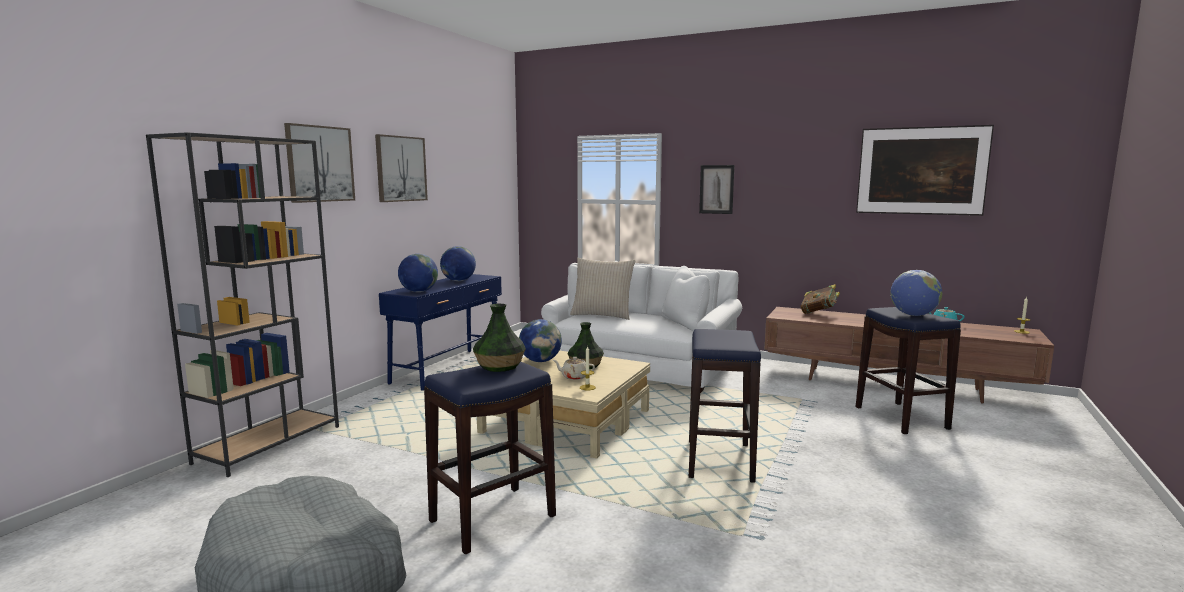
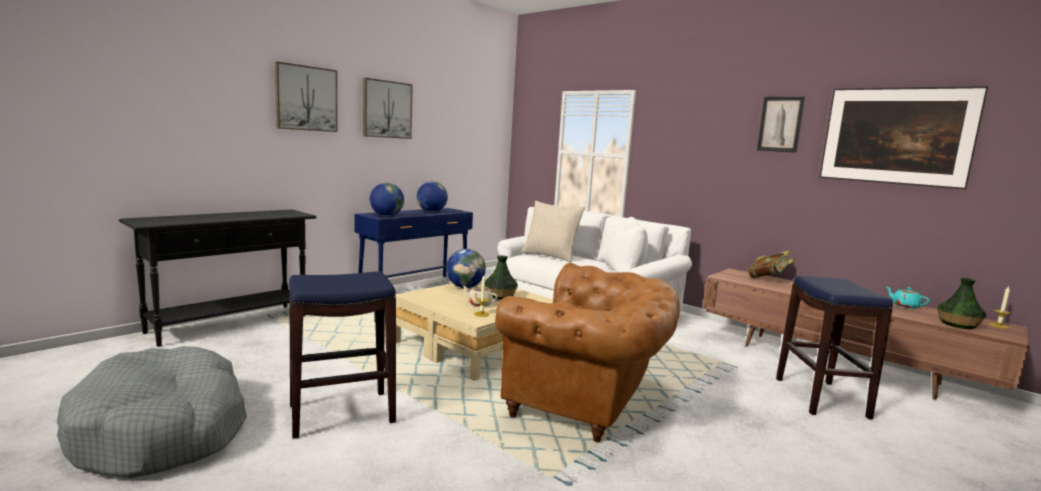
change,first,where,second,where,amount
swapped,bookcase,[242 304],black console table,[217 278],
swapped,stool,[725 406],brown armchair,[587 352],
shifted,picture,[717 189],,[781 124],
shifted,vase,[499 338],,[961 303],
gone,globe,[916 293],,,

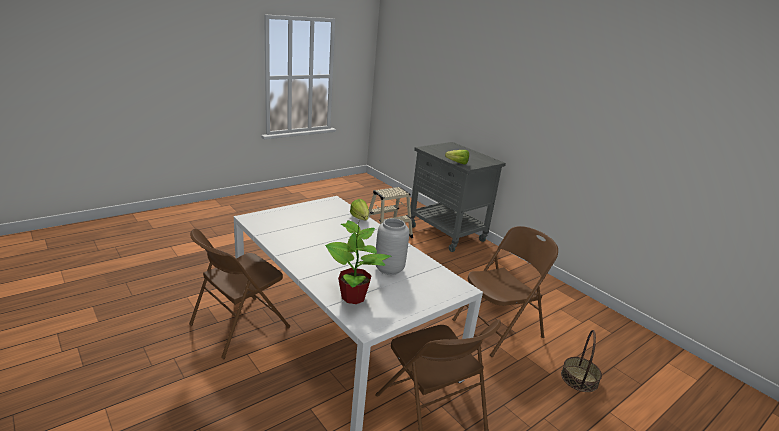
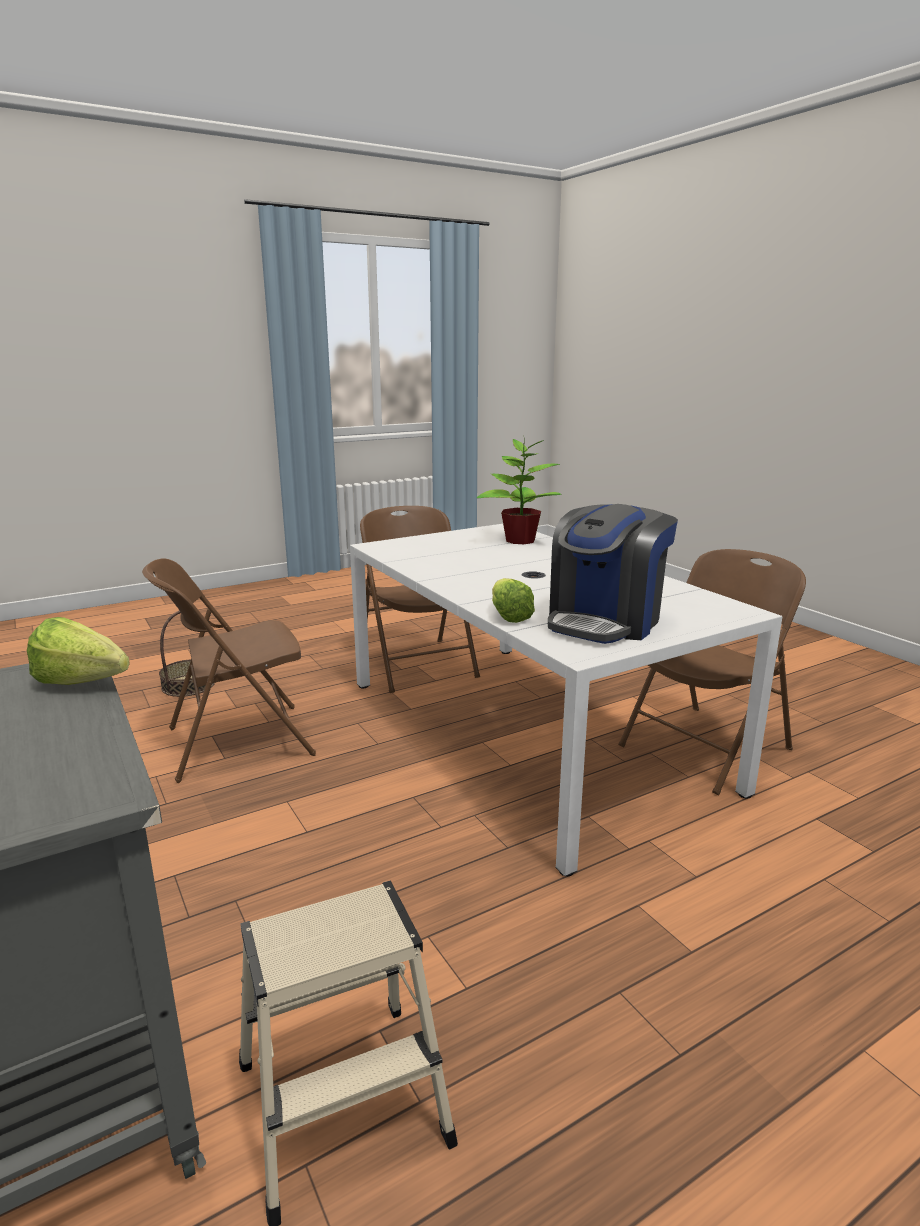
change,first,where,second,where,amount
new,,,coffee machine,[613 574],
gone,grey vase,[392 246],,,

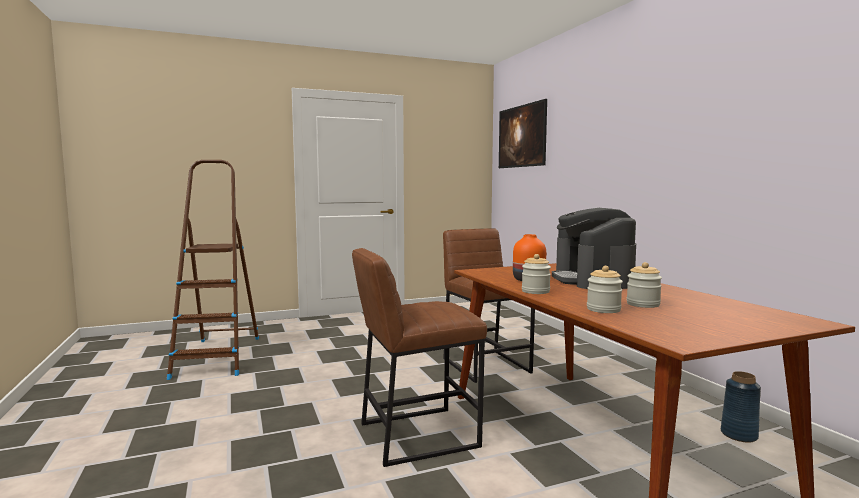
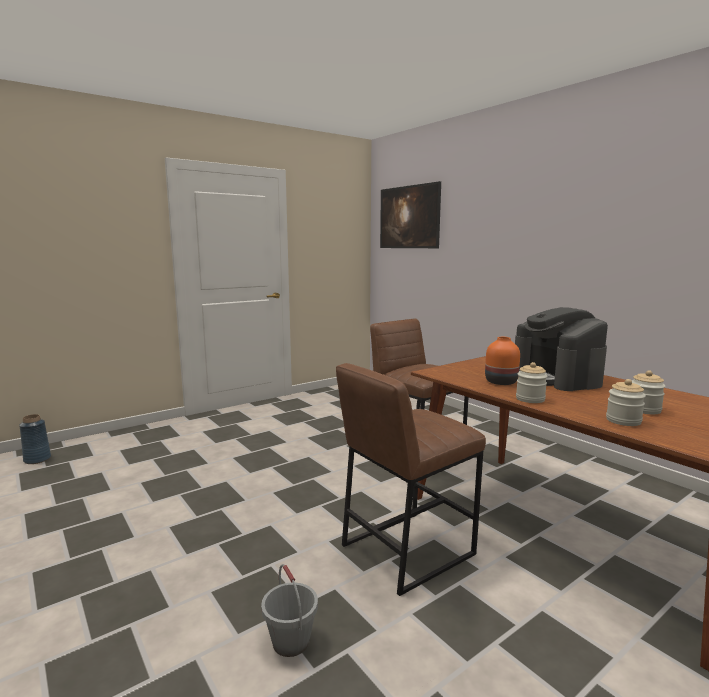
change,first,where,second,where,amount
shifted,blue vase,[741 406],,[35 439],
new,,,grey bucket,[289 610],
gone,brown step ladder,[213 270],,,

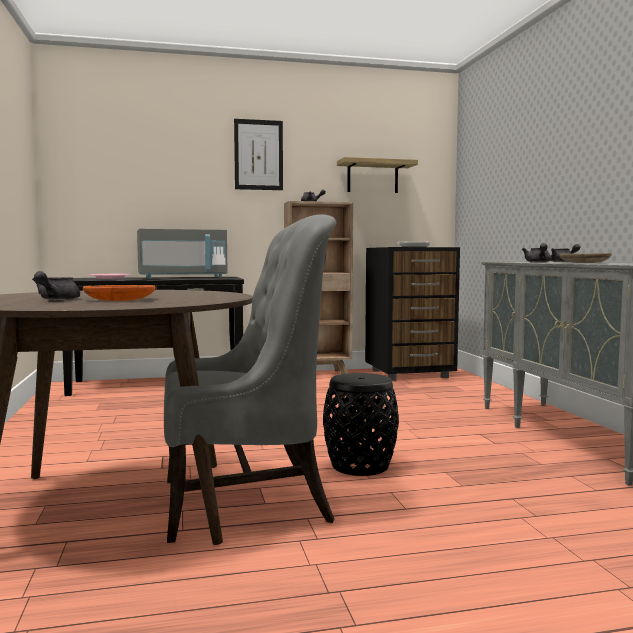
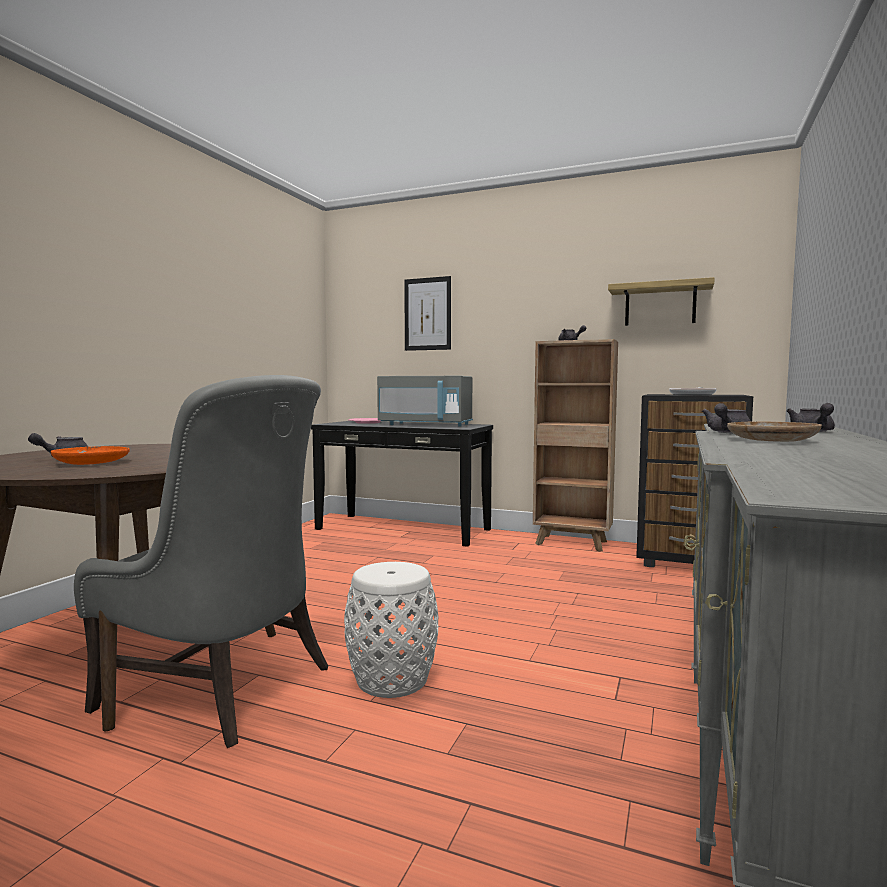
change,first,where,second,where,amount
repainted,black stool,[361 424],white stool,[391 630],
shifted,picture,[258 154],,[427 313],

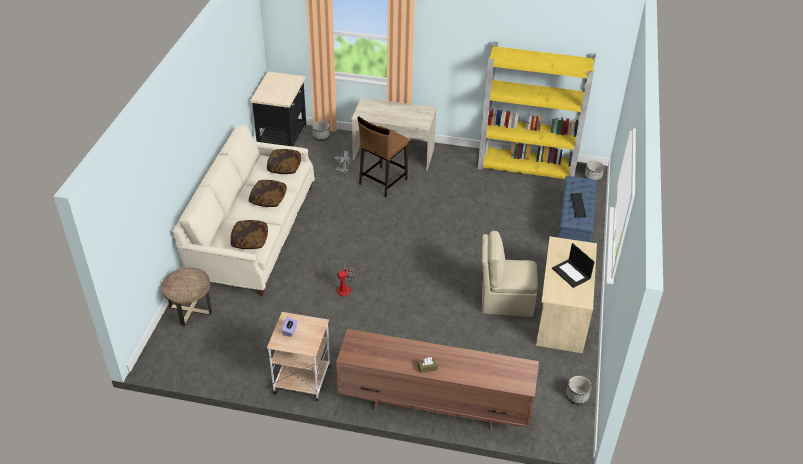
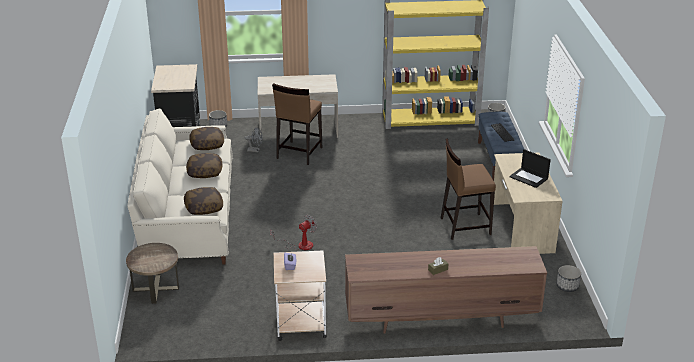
change,first,where,second,where,amount
swapped,beige chair,[510 274],brown stool,[468 189],

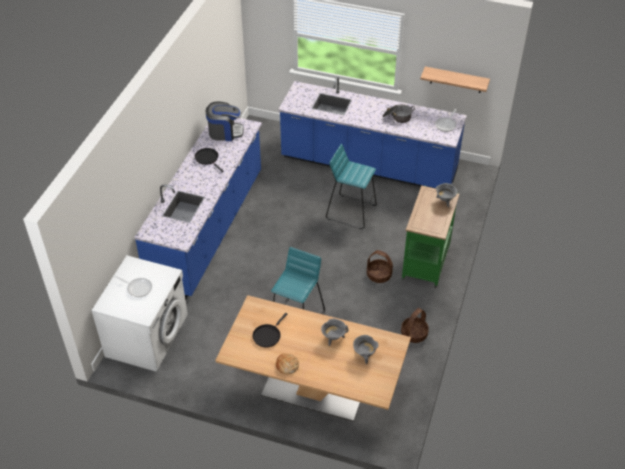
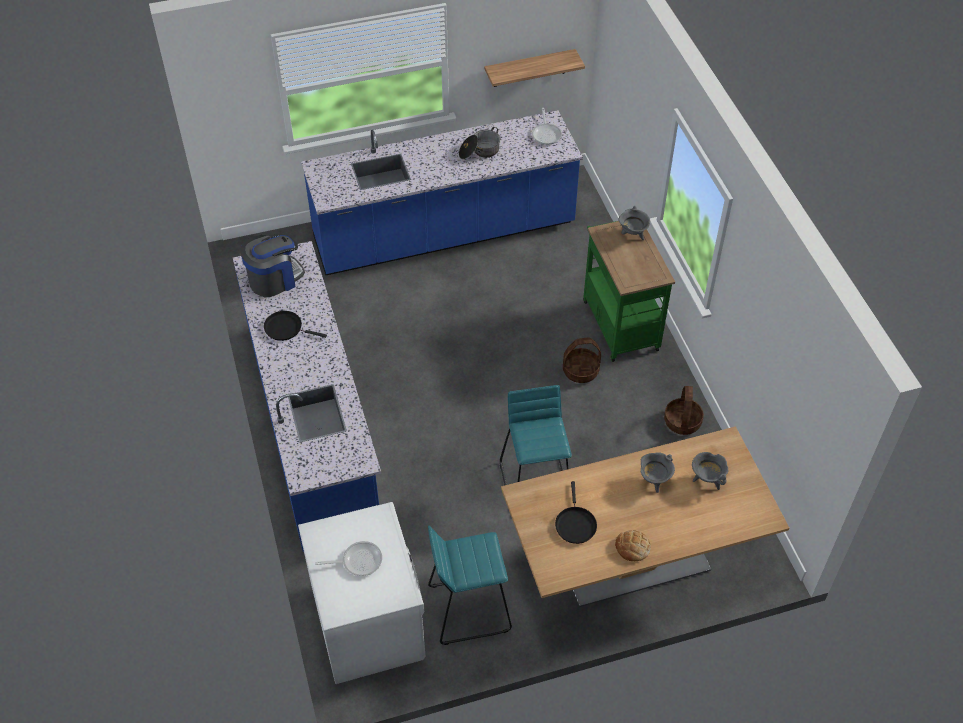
change,first,where,second,where,amount
shifted,turquoise stool,[351 186],,[470 585],

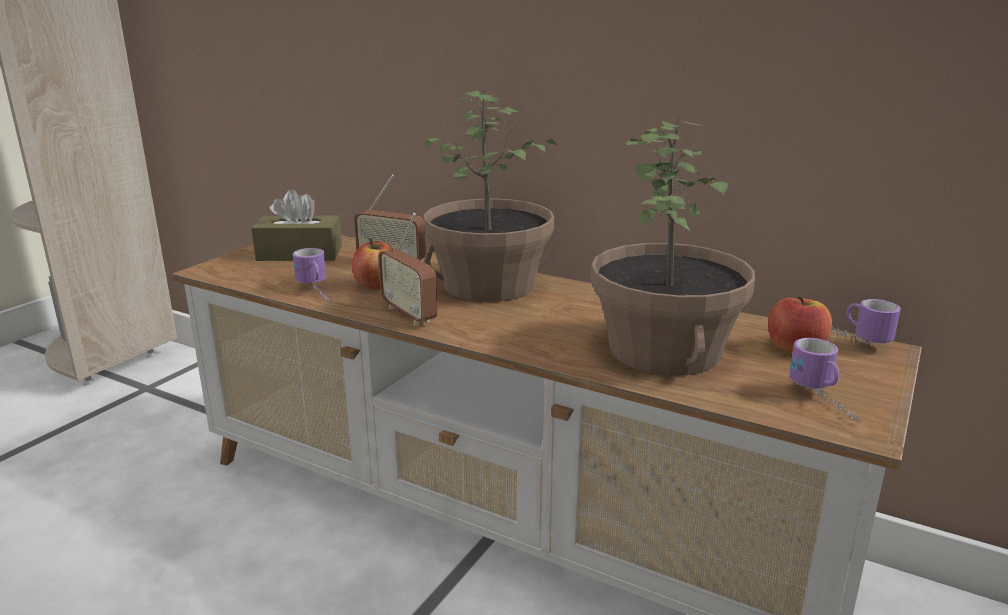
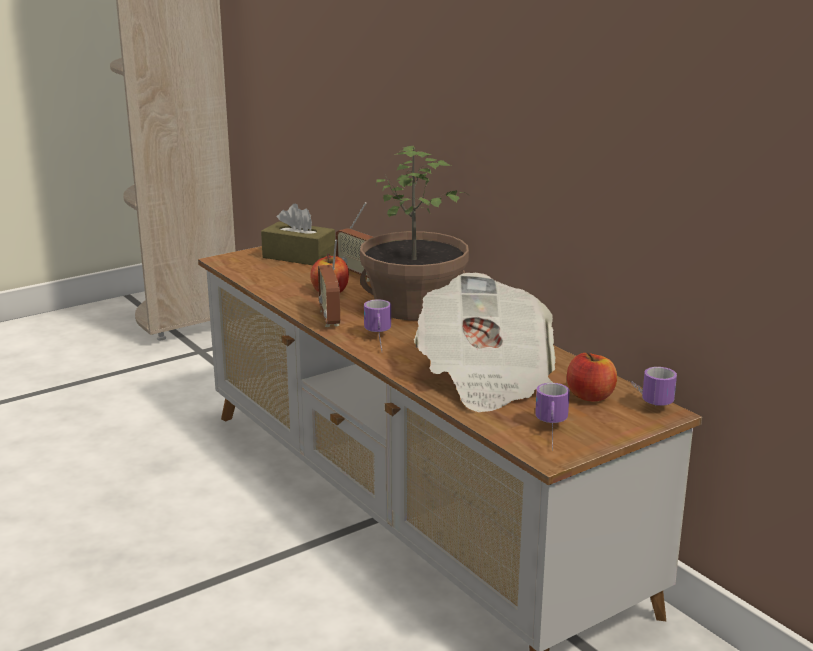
change,first,where,second,where,amount
shifted,mug,[311 275],,[377 324],
swapped,potted plant,[673 246],newspaper,[485 342],

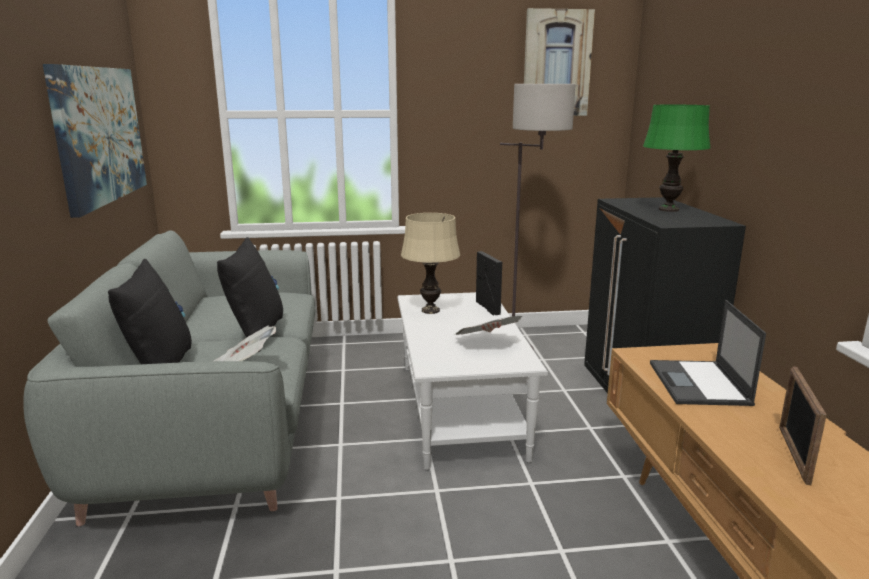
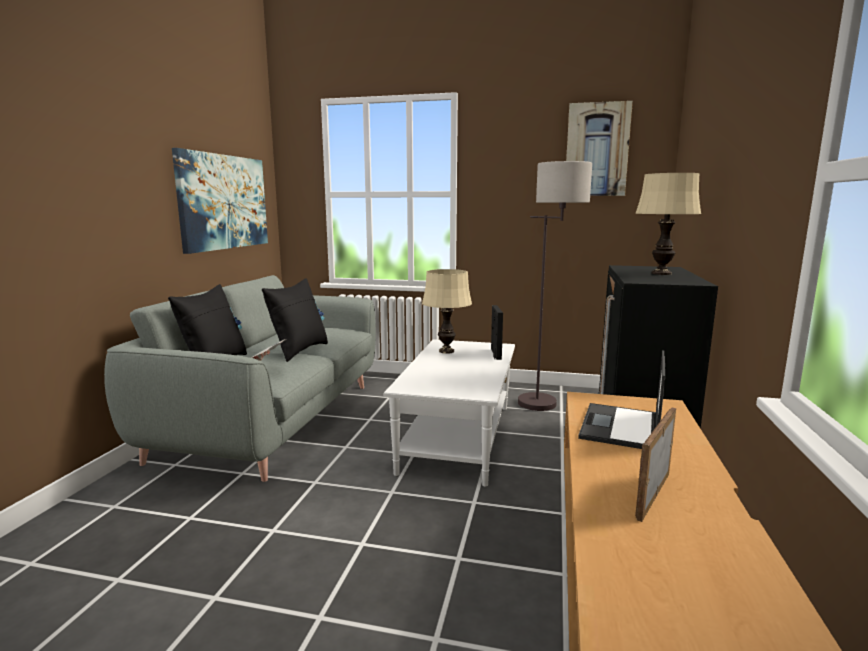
change,first,where,second,where,amount
repainted,green table lamp,[676 158],beige table lamp,[668 224],
gone,newspaper,[489 325],,,

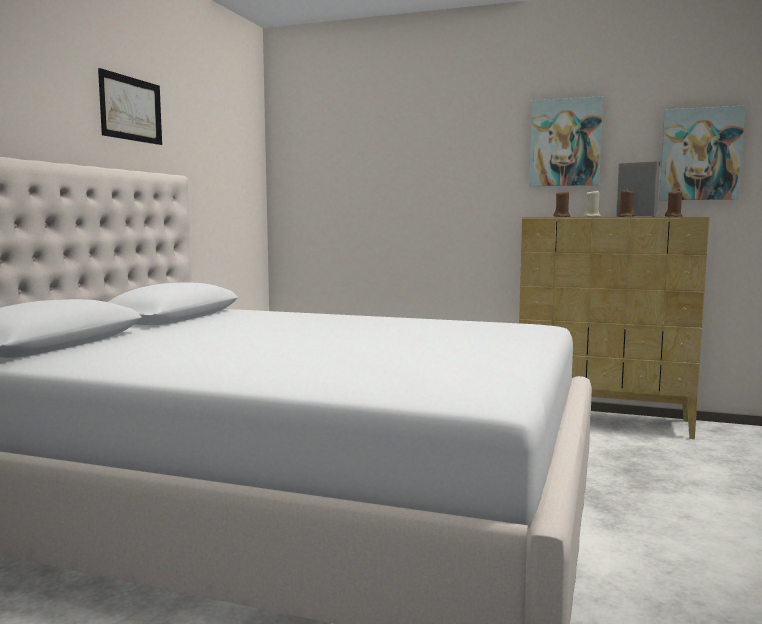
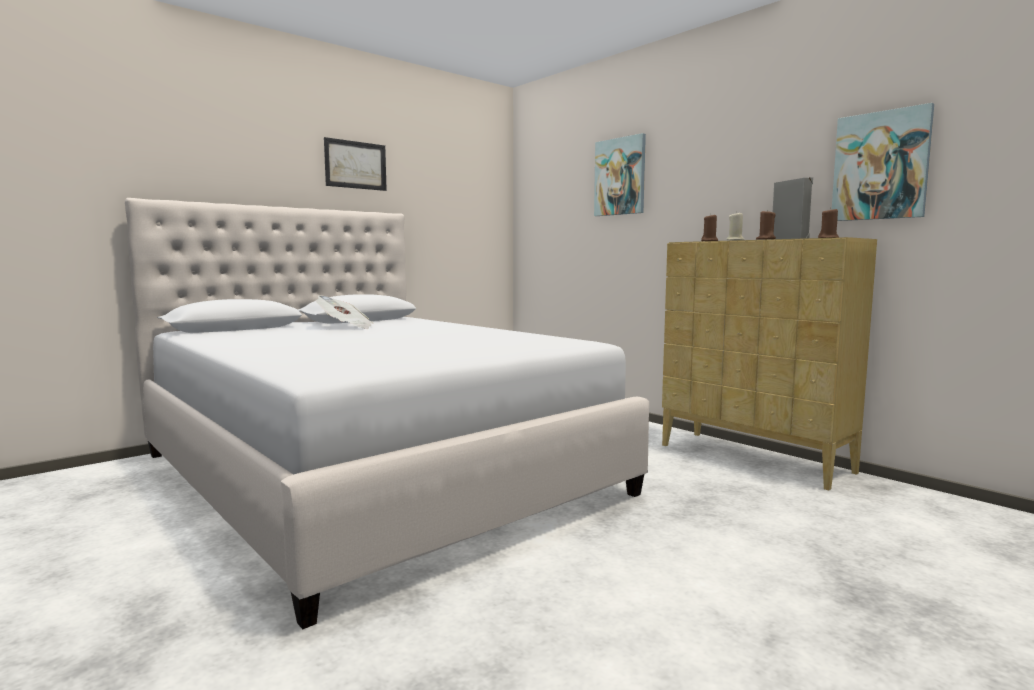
change,first,where,second,where,amount
new,,,newspaper,[344 312],
shifted,picture,[566 141],,[620 174],

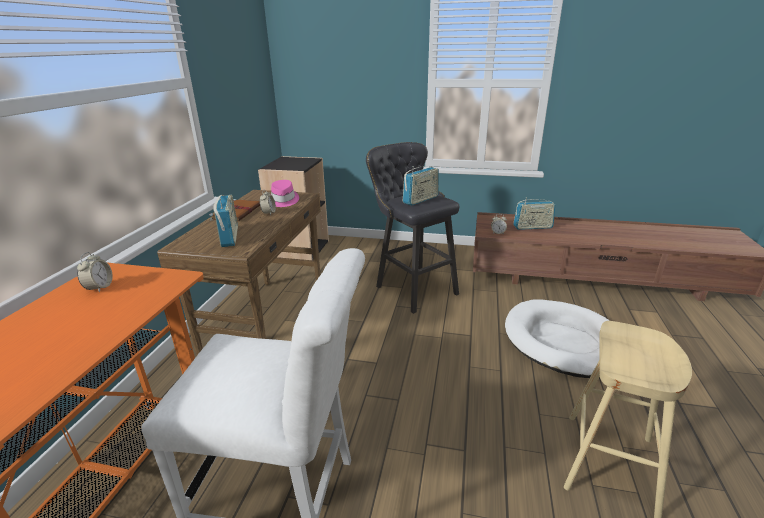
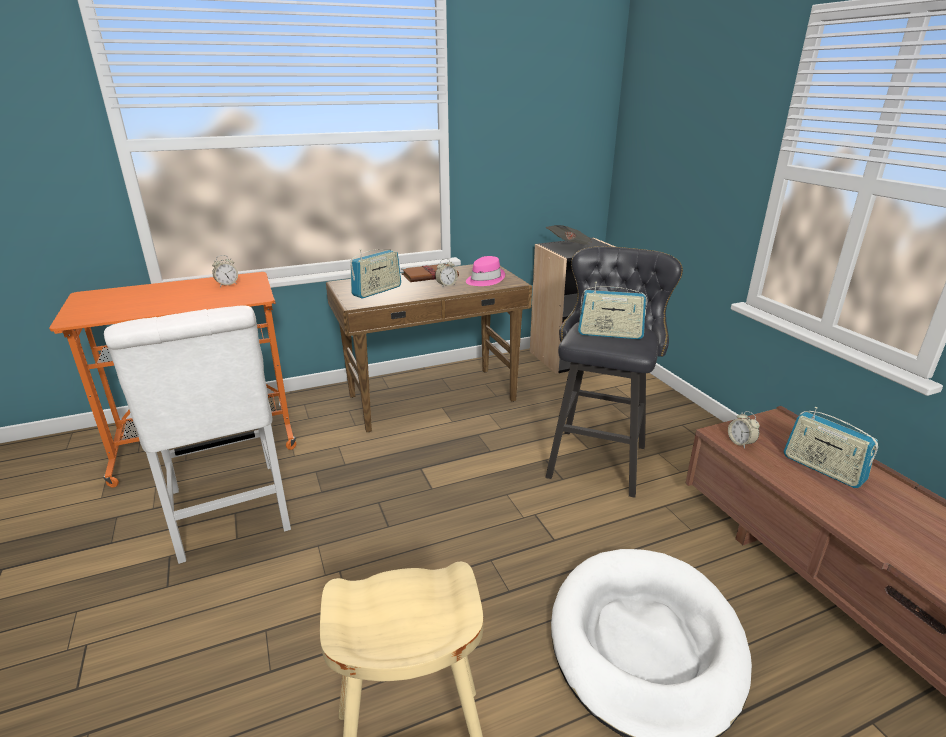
change,first,where,second,where,amount
new,,,newspaper,[568 235],

